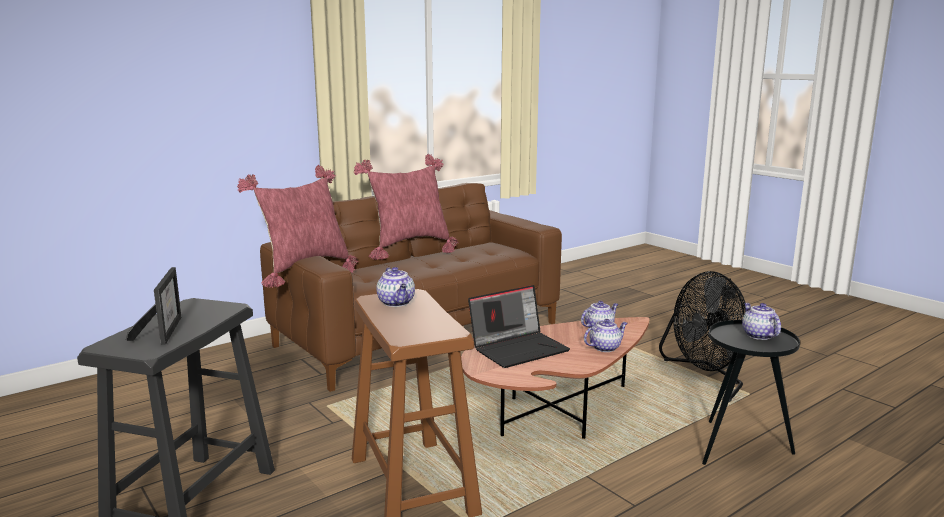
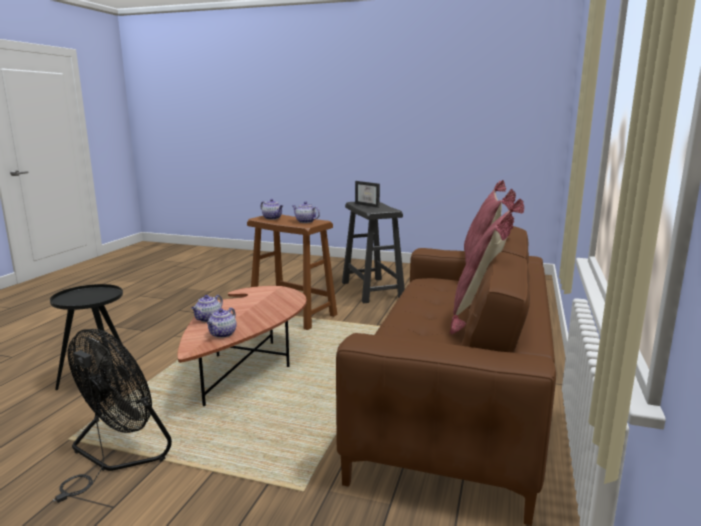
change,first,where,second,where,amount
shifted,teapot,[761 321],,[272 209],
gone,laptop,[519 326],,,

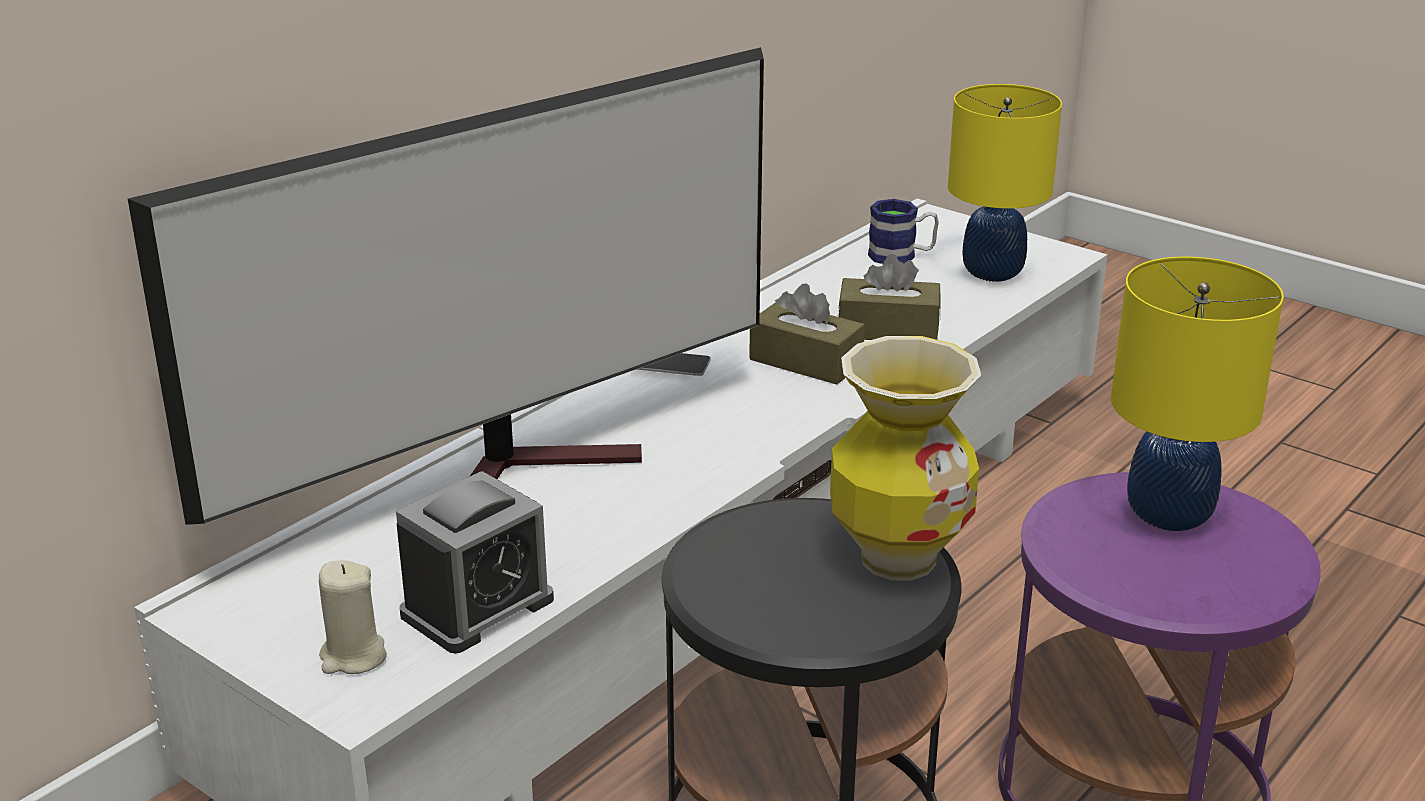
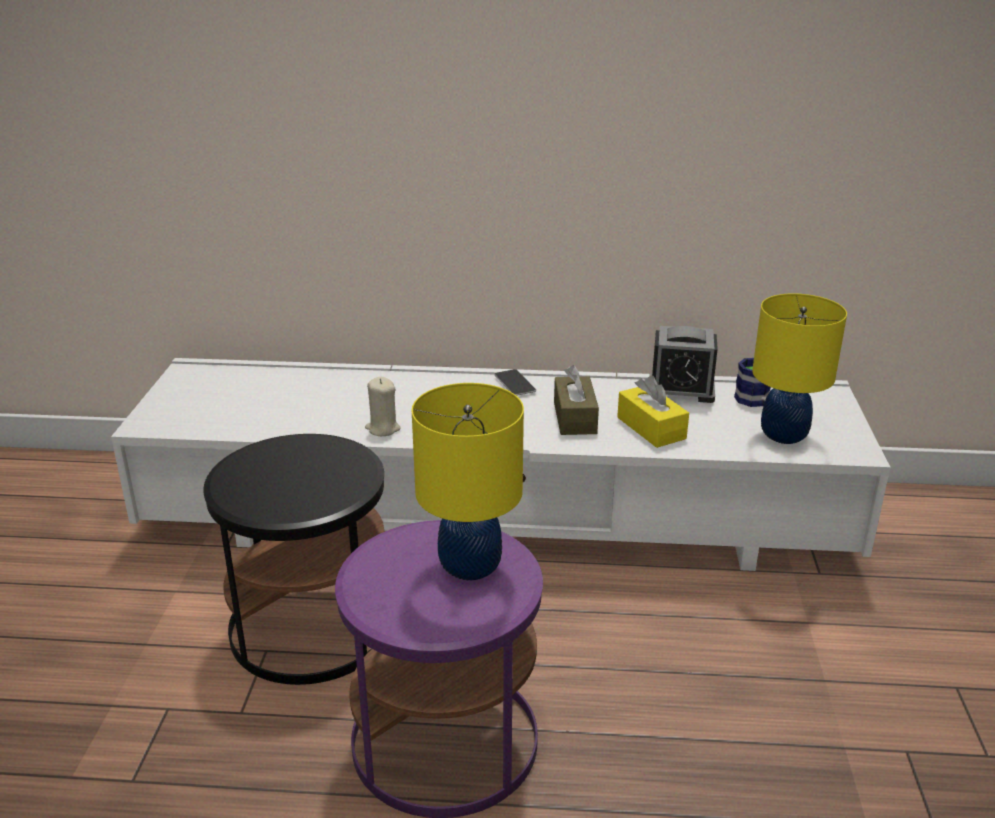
change,first,where,second,where,amount
shifted,beige candle,[353 617],,[383 406],
repainted,brown tissue box,[889 297],yellow tissue box,[653 411],
shifted,alarm clock,[475 562],,[683 364],
gone,television,[446 286],,,
gone,vase,[905 458],,,

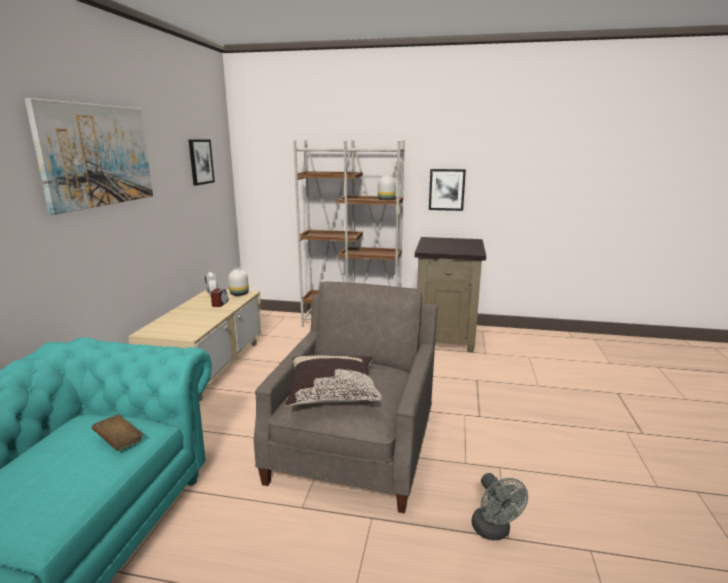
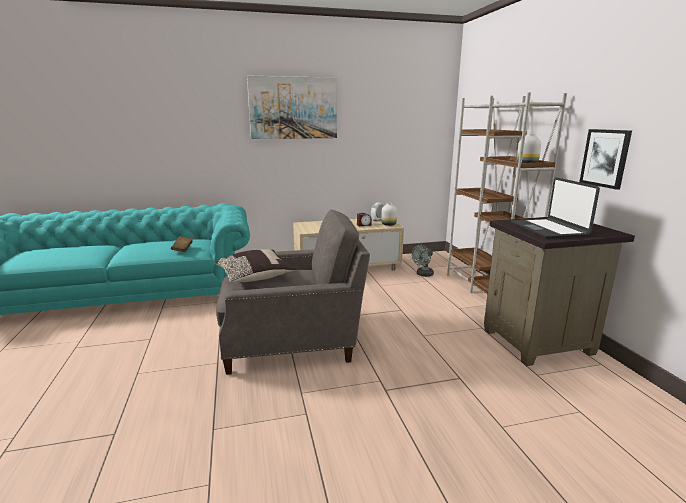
change,first,where,second,where,amount
shifted,grey fan,[500 507],,[423 261],
new,,,laptop,[555 208],
gone,picture,[202 163],,,

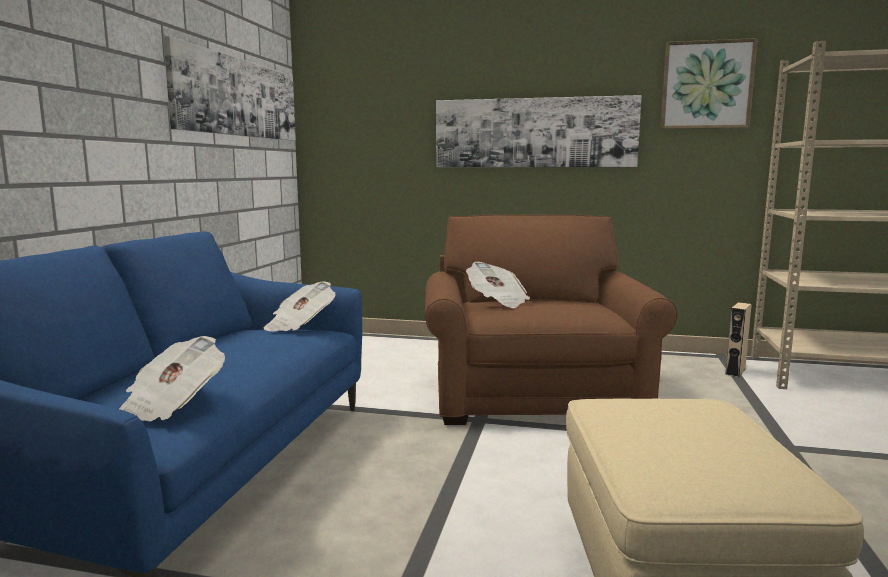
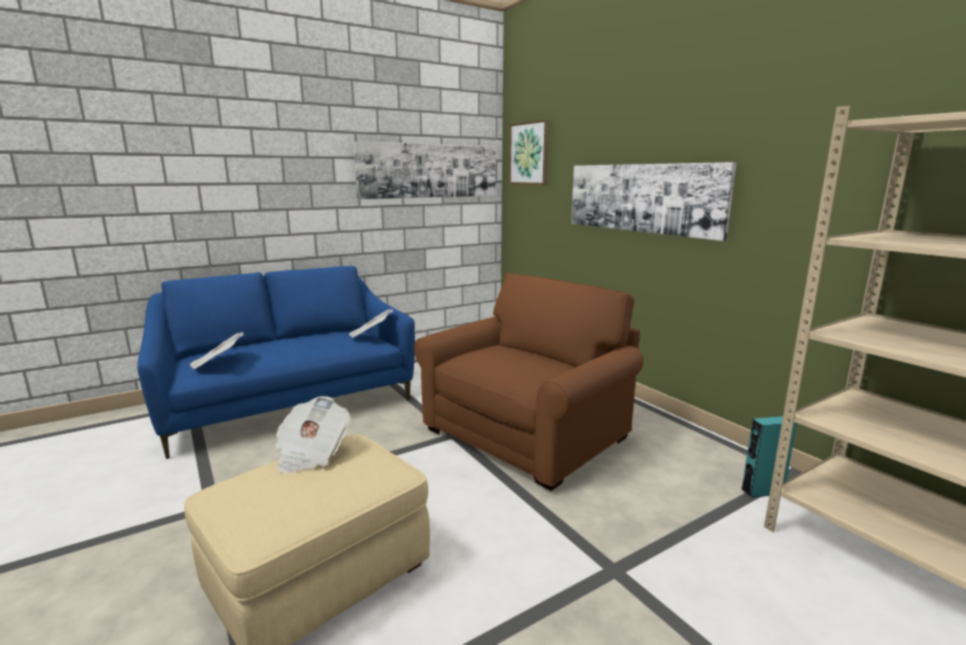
change,first,where,second,where,amount
shifted,newspaper,[498 285],,[312 434],
shifted,picture,[709 83],,[529 152],
repainted,beige speaker,[738 339],turquoise speaker,[769 457],

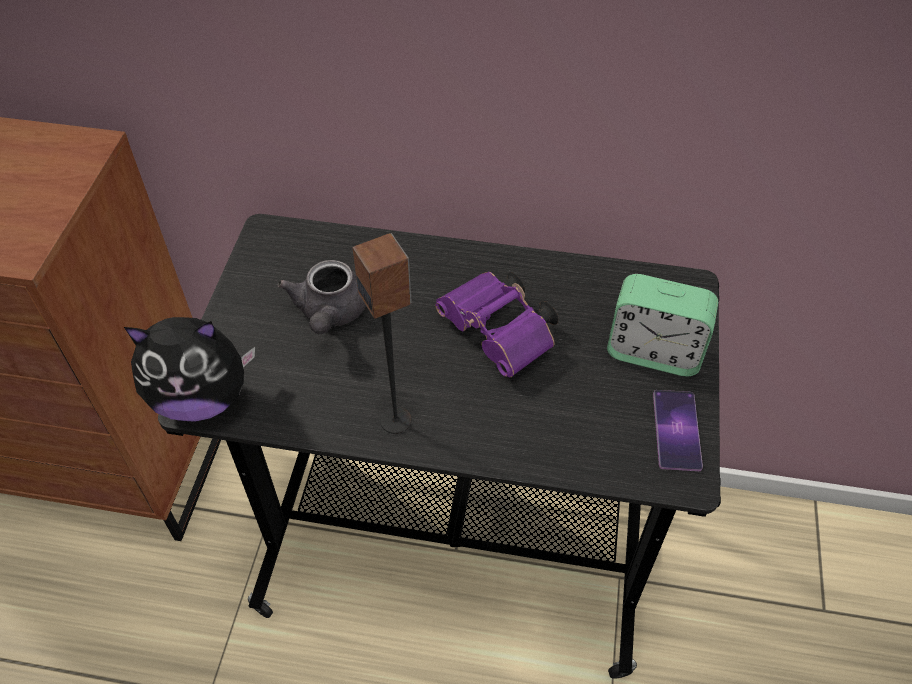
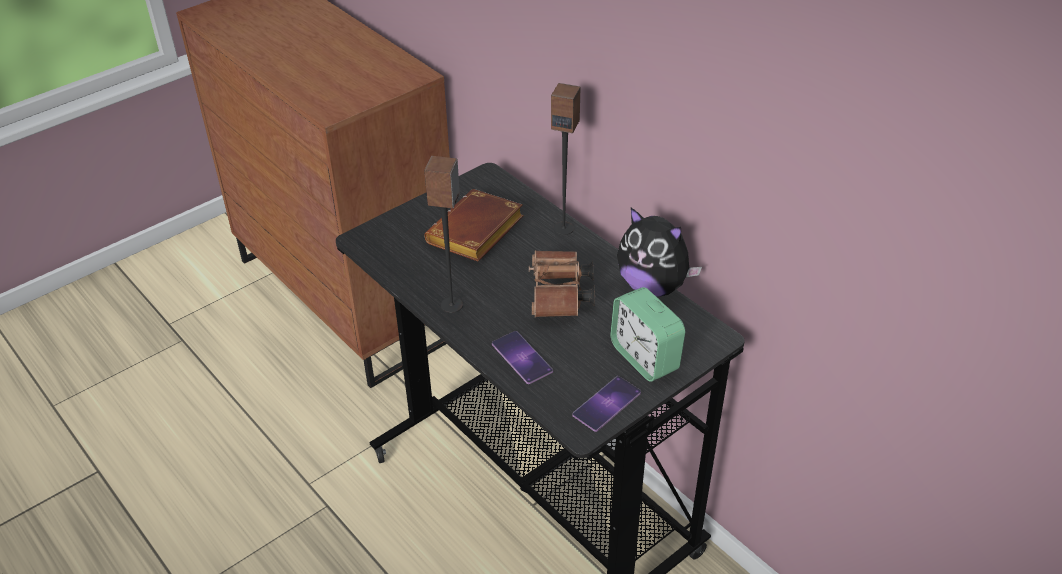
change,first,where,second,where,amount
swapped,grey teapot,[321 297],brown book,[474 225],
new,,,phone,[522 357],
repainted,purple binoculars,[497 324],brown binoculars,[562 283],
new,,,speaker,[566 159],
shifted,plush toy,[189 369],,[659 252],

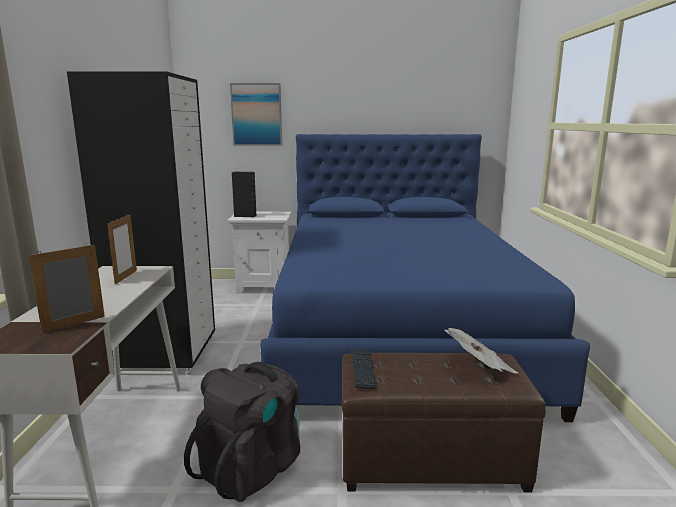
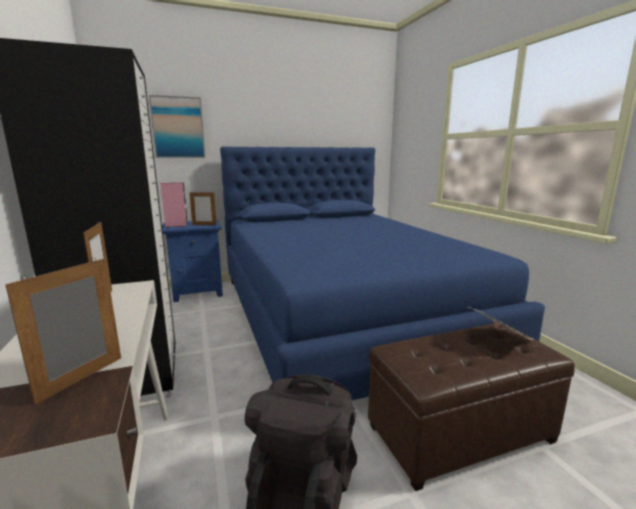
change,first,where,second,where,amount
repainted,black speaker,[244 194],pink speaker,[174 204],
repainted,white nightstand,[259 253],blue nightstand,[192 261],
new,,,picture frame,[203 208],
gone,keyboard,[363 368],,,

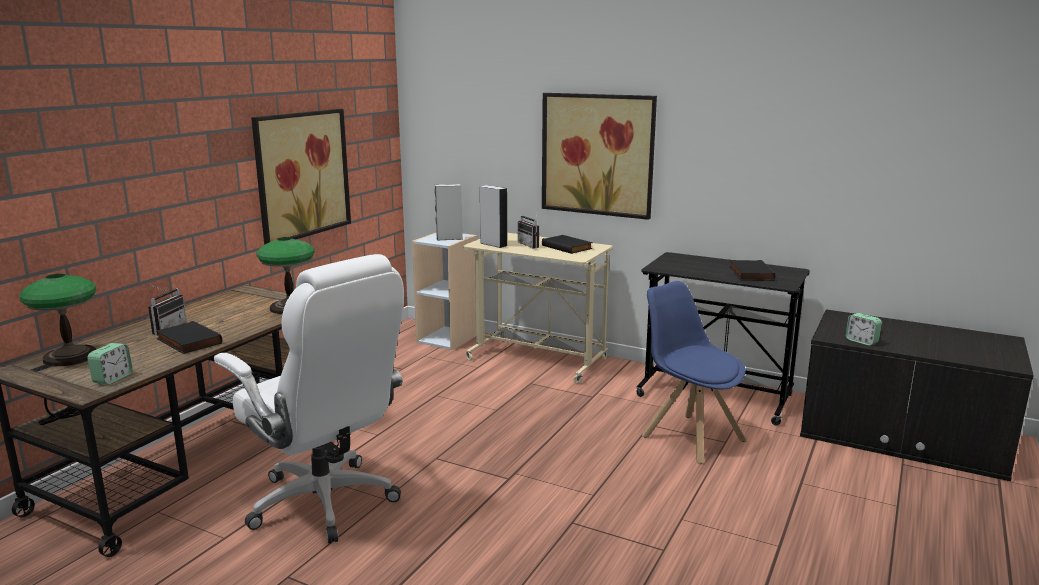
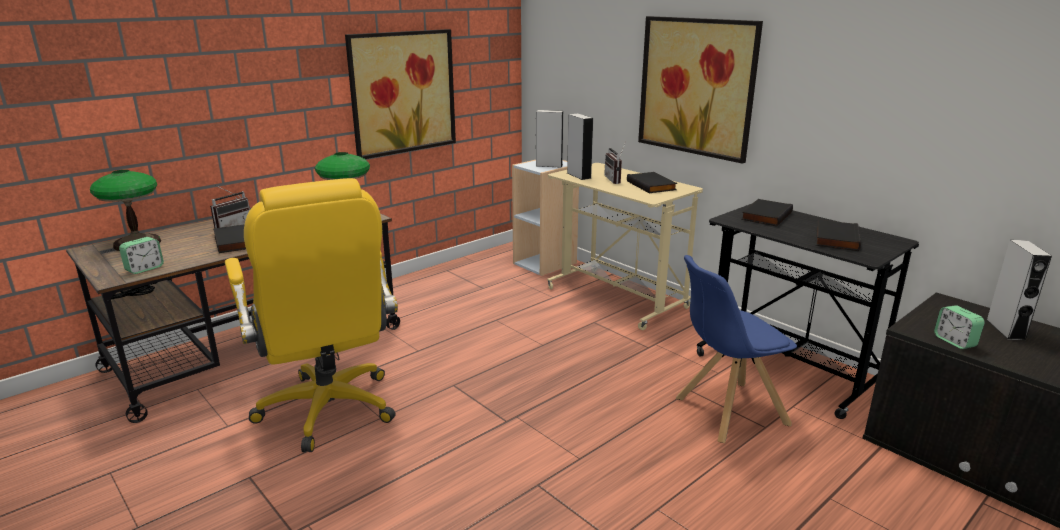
change,first,where,second,where,amount
repainted,white office chair,[309 399],yellow office chair,[311 315],
rotated,blue chair,[694 372],,[736 349],90 degrees counterclockwise
new,,,black book,[767 212],
new,,,grey speaker,[1019 290],

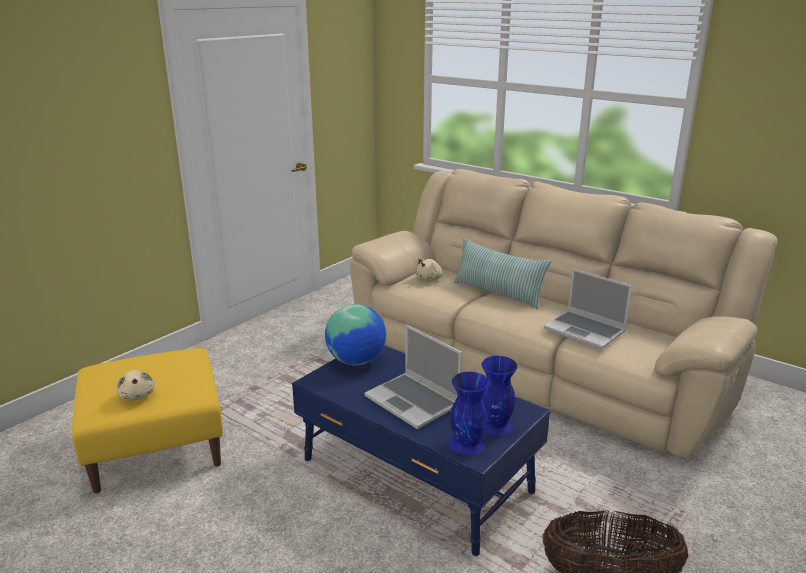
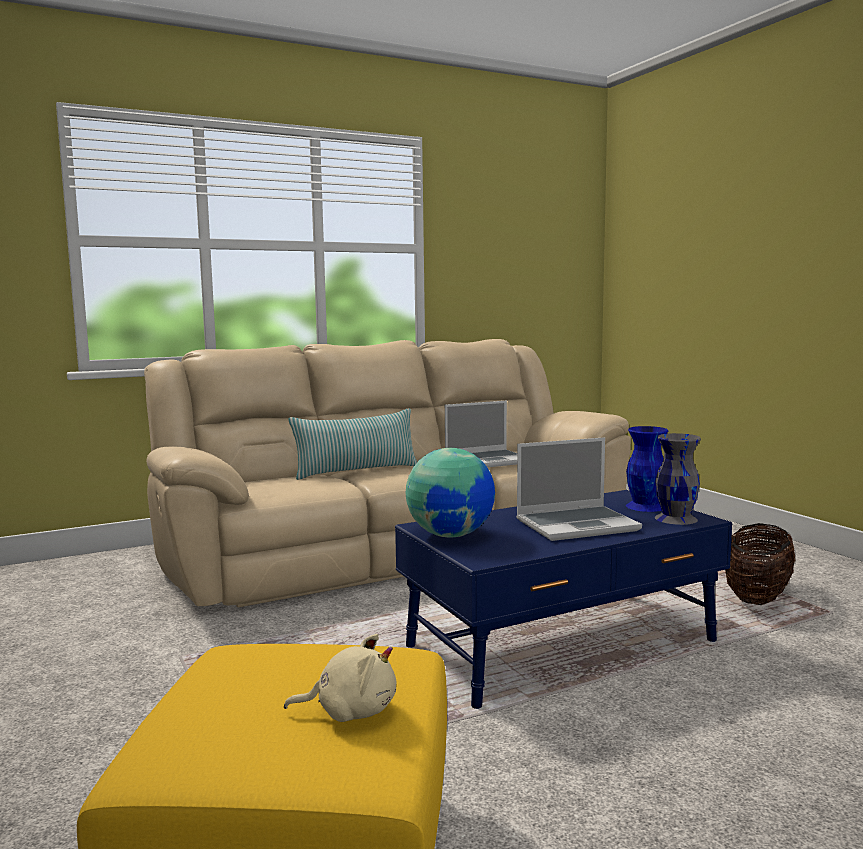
change,first,where,second,where,amount
repainted,blue vase,[469 413],grey vase,[678 479],
gone,beige plush toy,[429 269],,,

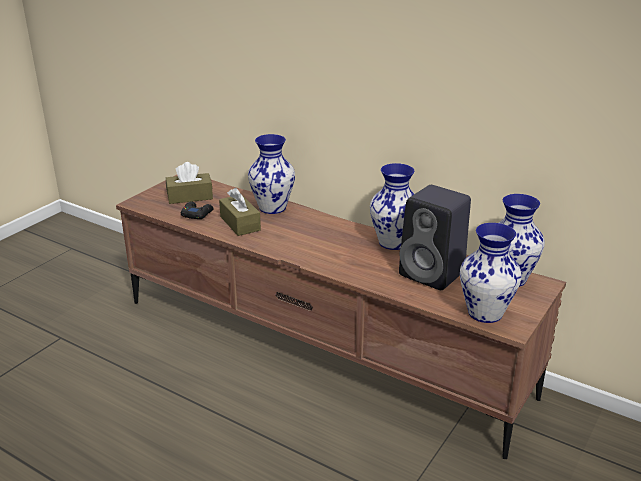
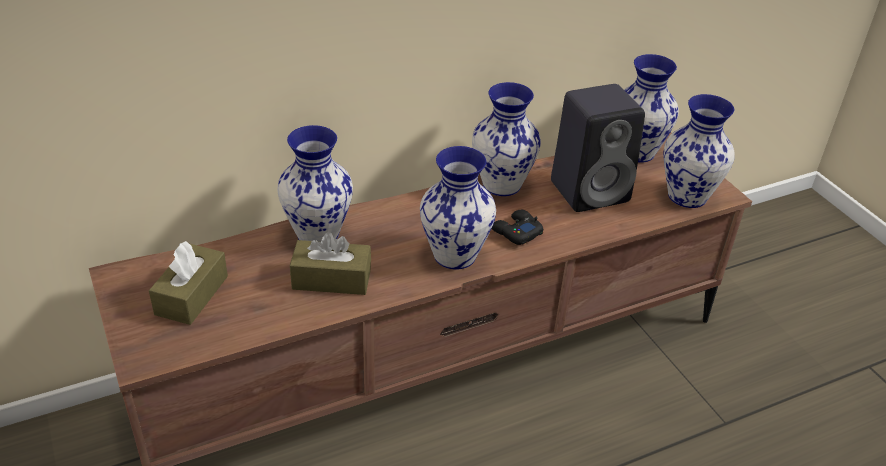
change,first,where,second,where,amount
new,,,vase,[458 208],
shifted,black game controller,[197 210],,[517 227],

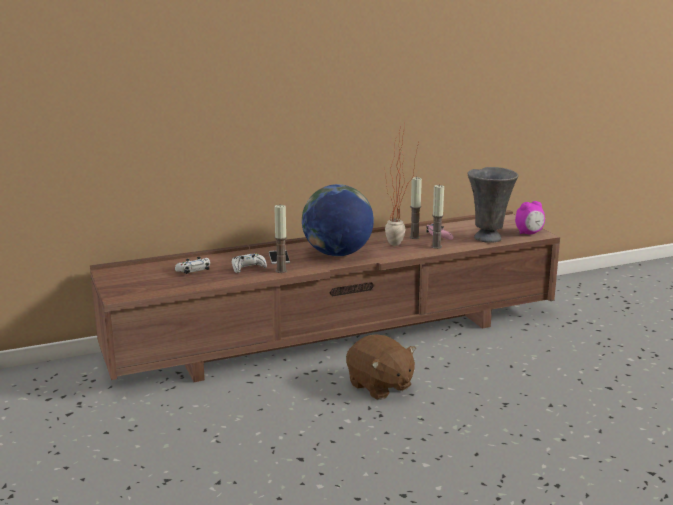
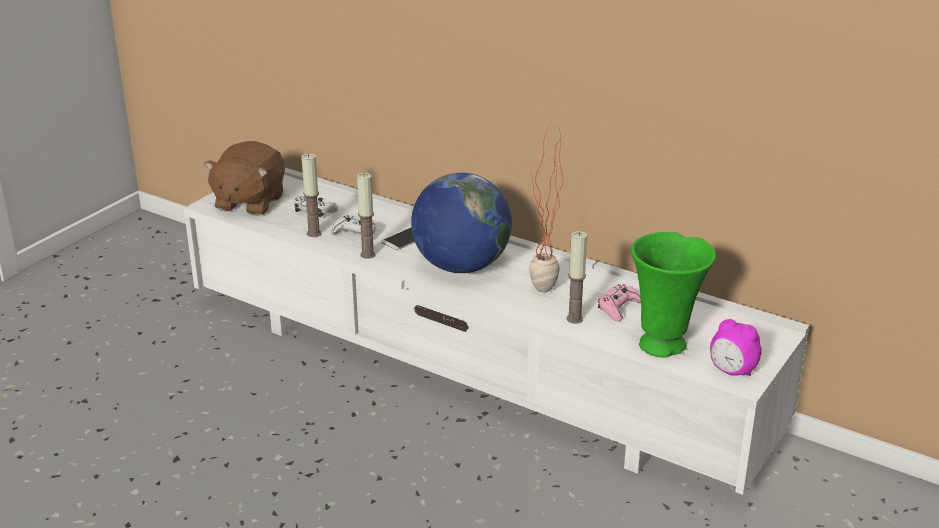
change,first,where,second,where,amount
repainted,brown tv stand,[325 296],white tv stand,[497 331],
shifted,brown plush toy,[381 367],,[244 178],
shifted,candle,[415 208],,[311 195],
repainted,grey vase,[493 205],green vase,[673 295],

